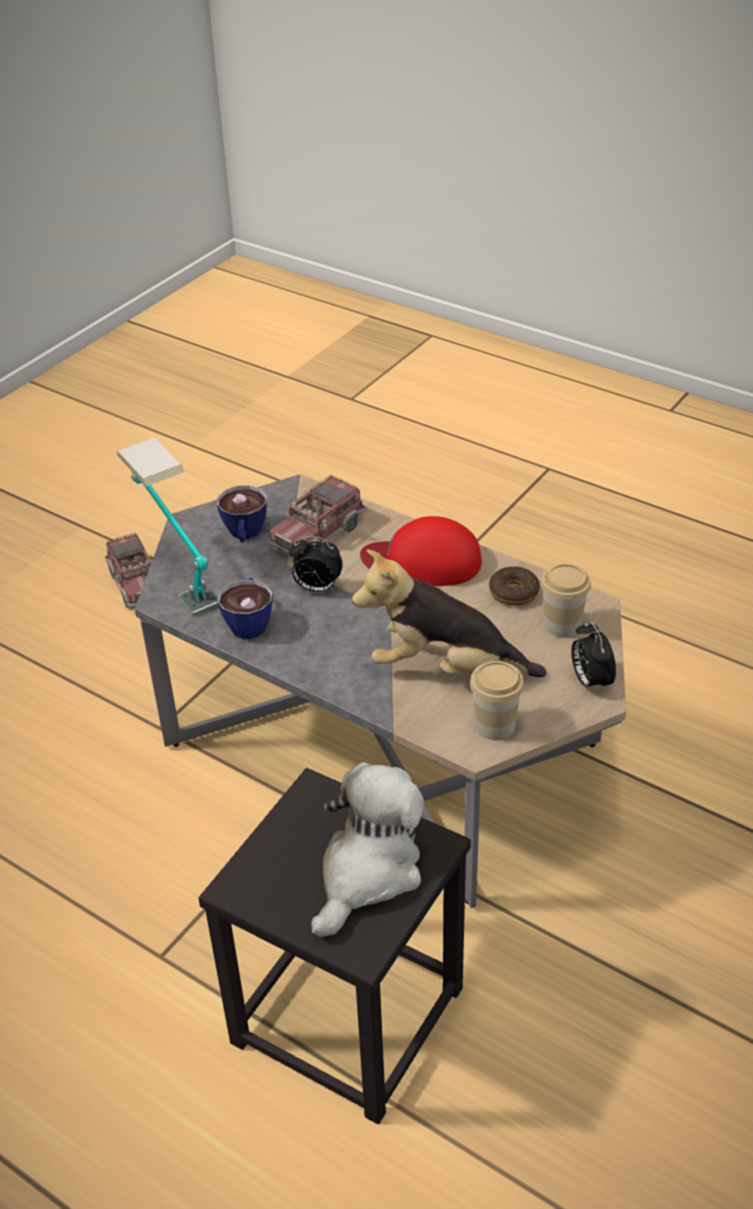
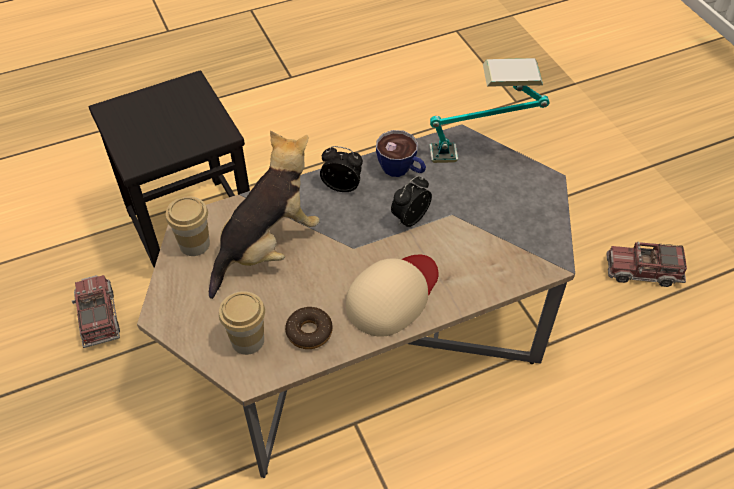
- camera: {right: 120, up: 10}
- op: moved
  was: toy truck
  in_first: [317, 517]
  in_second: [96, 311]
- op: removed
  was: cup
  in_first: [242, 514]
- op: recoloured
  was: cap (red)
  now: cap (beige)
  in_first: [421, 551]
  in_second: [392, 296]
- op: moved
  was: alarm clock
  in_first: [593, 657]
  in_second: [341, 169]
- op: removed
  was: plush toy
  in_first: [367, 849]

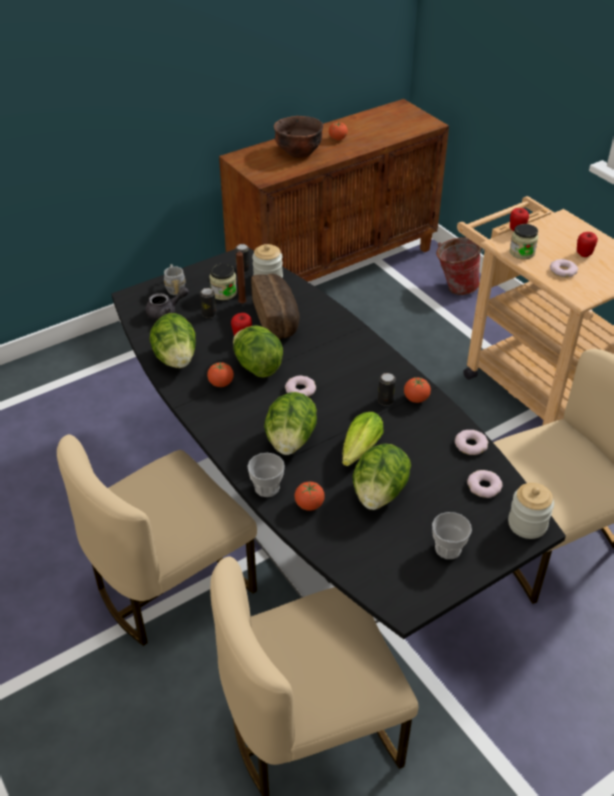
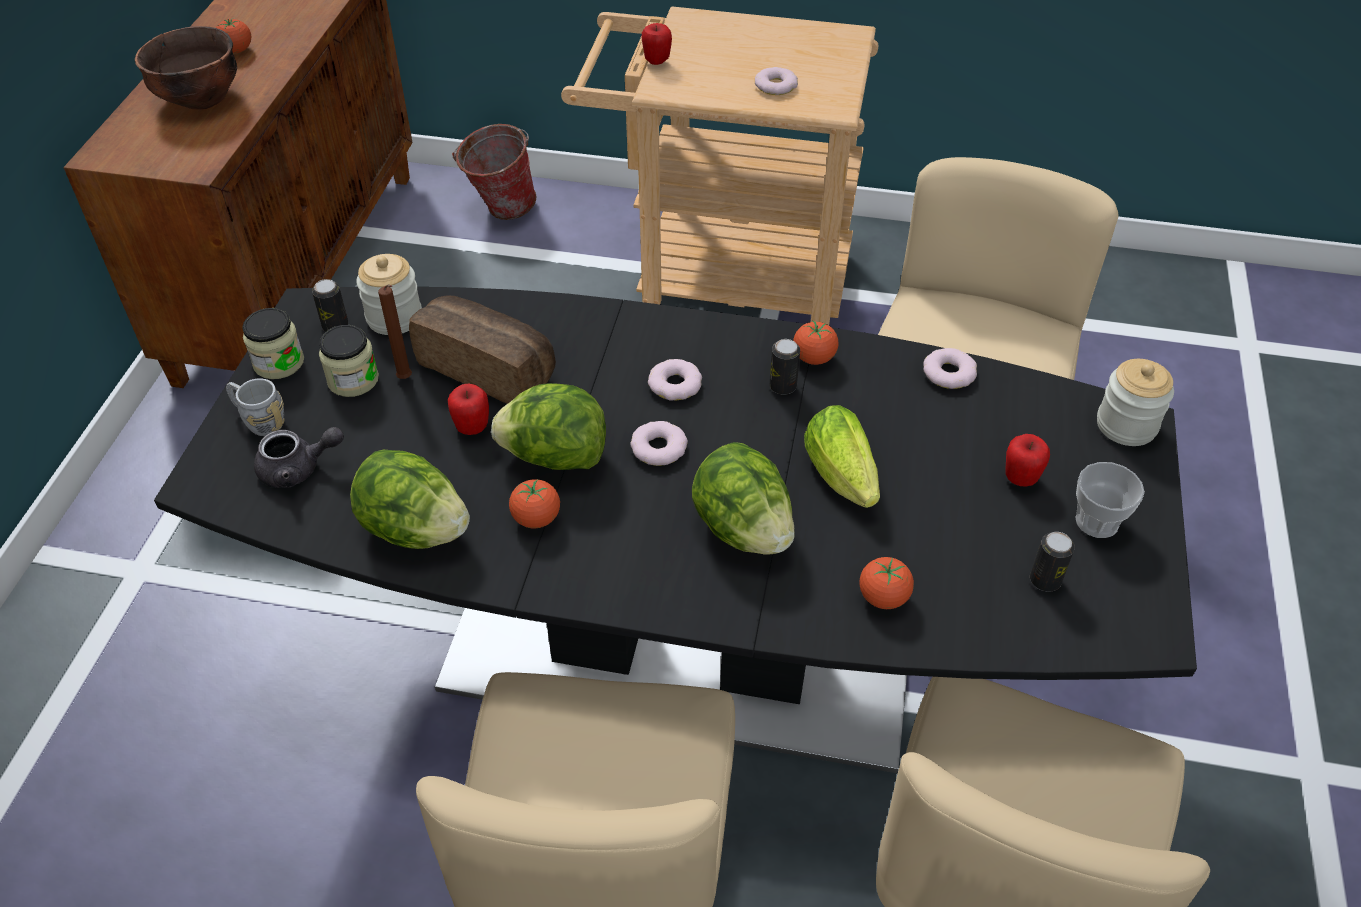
- camera: {right: -45, up: 5}
- op: moved
  was: jar
  in_first: [524, 241]
  in_second: [273, 343]
- op: moved
  was: apple
  in_first: [587, 244]
  in_second: [1027, 460]
- op: turned
  was: teapot (grey)
  in_first: [167, 303]
  in_second: [299, 457]
  clockwise: 60
- op: moved
  was: can
  in_first: [208, 303]
  in_second: [1052, 562]
- op: removed
  was: lettuce
  in_first: [382, 477]
- op: removed
  was: cup
  in_first: [266, 475]
- op: moved
  was: donut
  in_first: [485, 484]
  in_second: [675, 380]

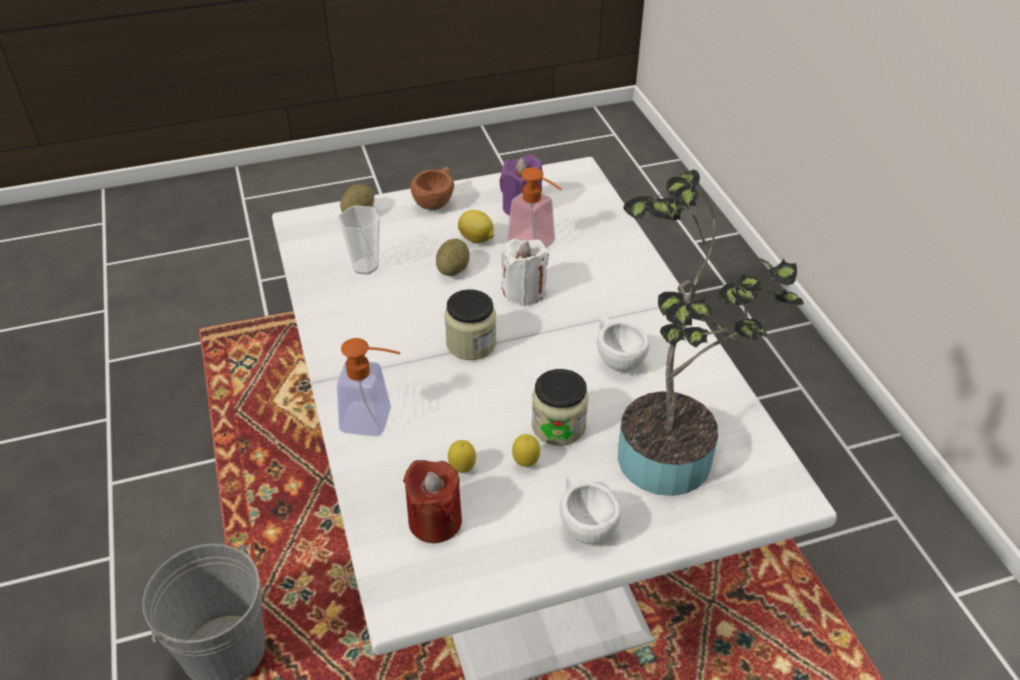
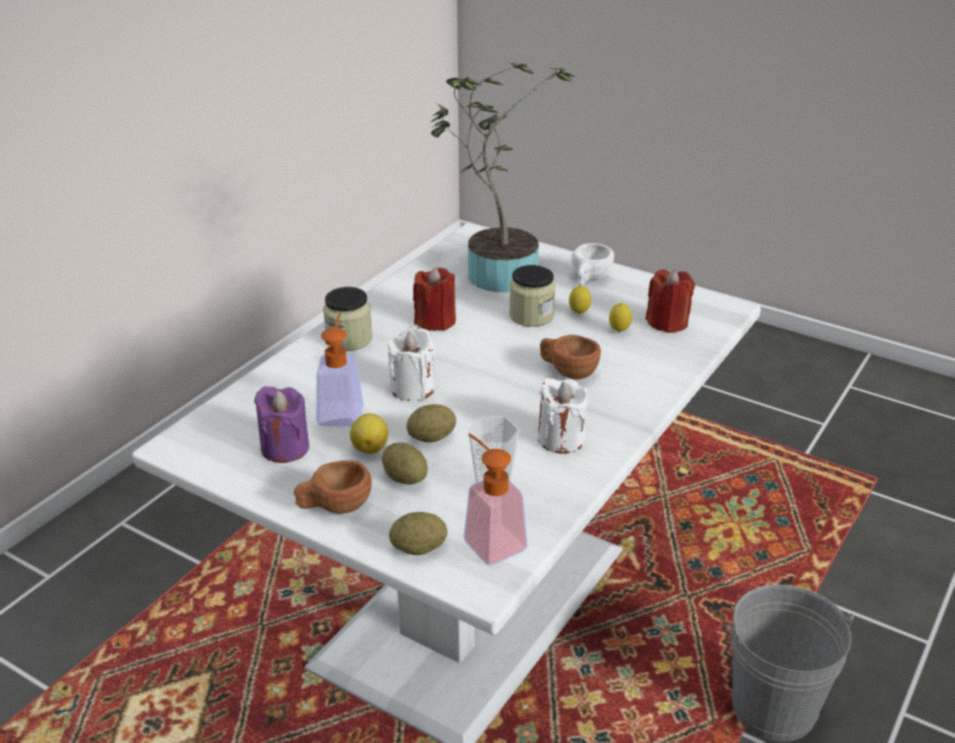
- camera: {right: -130, up: -10}
- op: moved
  was: jar
  in_first: [470, 324]
  in_second: [347, 319]
- op: replaced
  was: cup (white)
  now: candle (red)
  in_first: [623, 344]
  in_second: [434, 299]
- op: moved
  was: soap dispenser
  in_first: [369, 387]
  in_second: [495, 499]
- op: added
  now: cup (brown)
  in_second: [570, 357]
- op: added
  now: candle (white)
  in_second: [563, 416]
- op: added
  now: potato
  in_second: [405, 464]

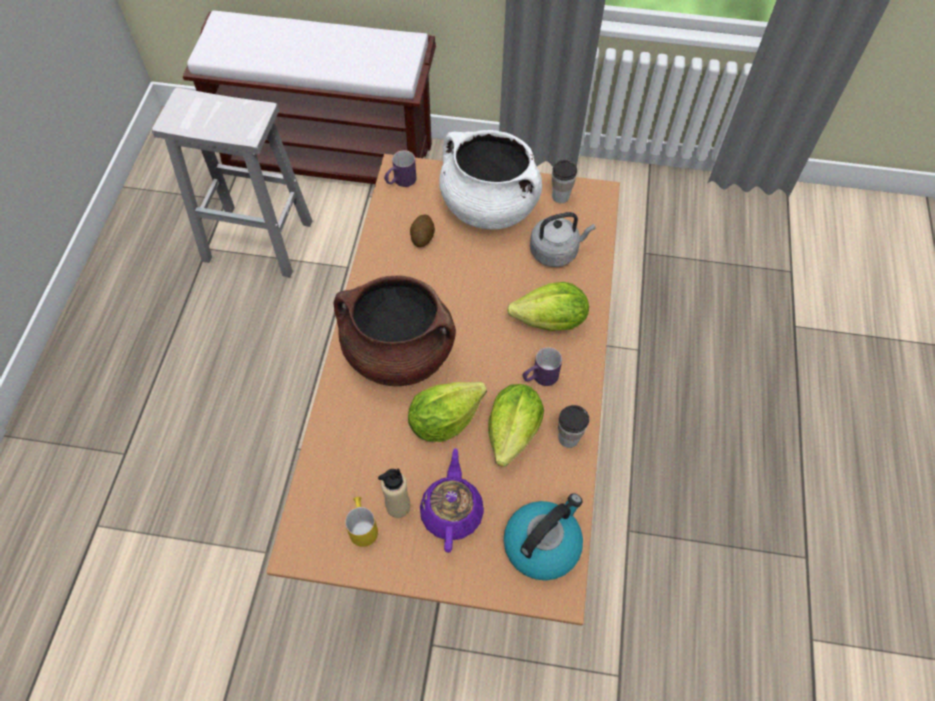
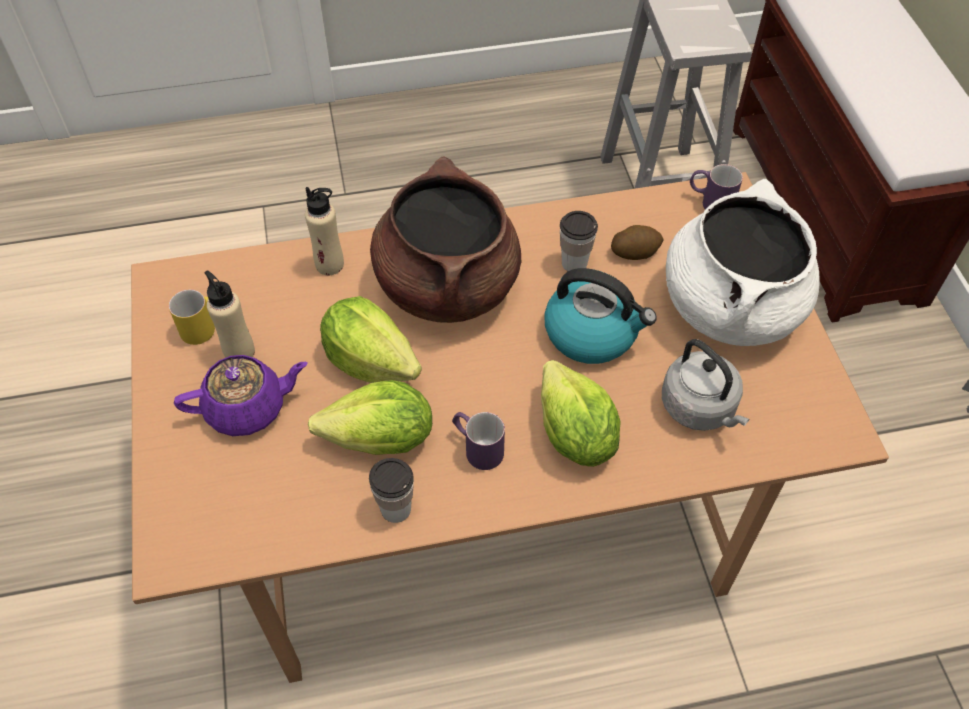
- camera: {right: 70, up: -5}
- op: moved
  was: cup
  in_first: [564, 181]
  in_second: [579, 241]
- op: moved
  was: kettle
  in_first: [543, 537]
  in_second: [600, 316]
- op: added
  now: bottle (beige)
  in_second: [324, 231]

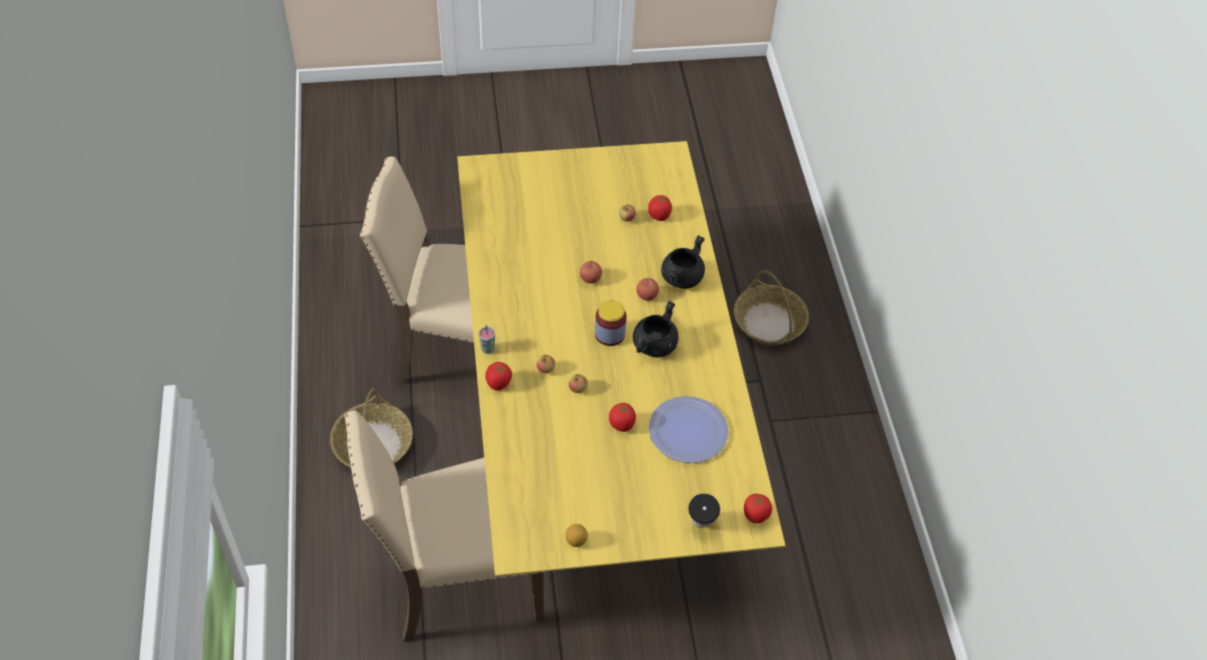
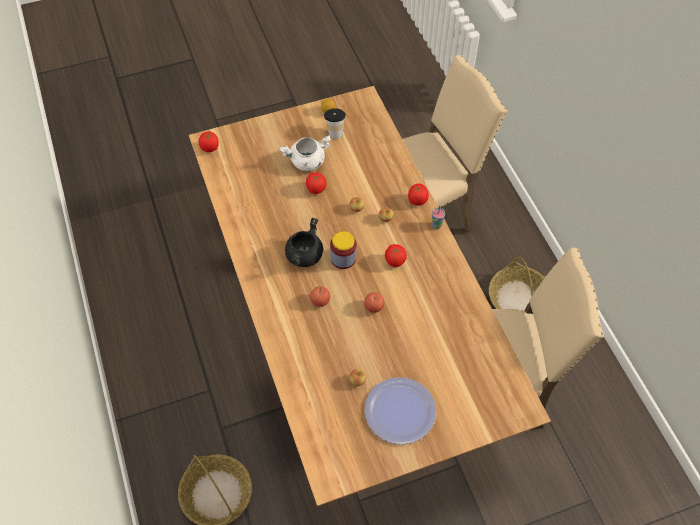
- camera: {right: 170, up: 5}
- op: recoloured
  was: dining table (yellow)
  now: dining table (brown)
  in_first: [621, 358]
  in_second: [370, 296]
- op: moved
  was: tomato
  in_first: [660, 208]
  in_second: [396, 255]
- op: removed
  was: cooking pot (black)
  in_first: [683, 262]
- op: moved
  was: plate
  in_first: [688, 429]
  in_second: [400, 411]
- op: moved
  was: cup
  in_first: [704, 511]
  in_second: [335, 123]
- op: added
  now: cooking pot (white)
  in_second: [305, 153]

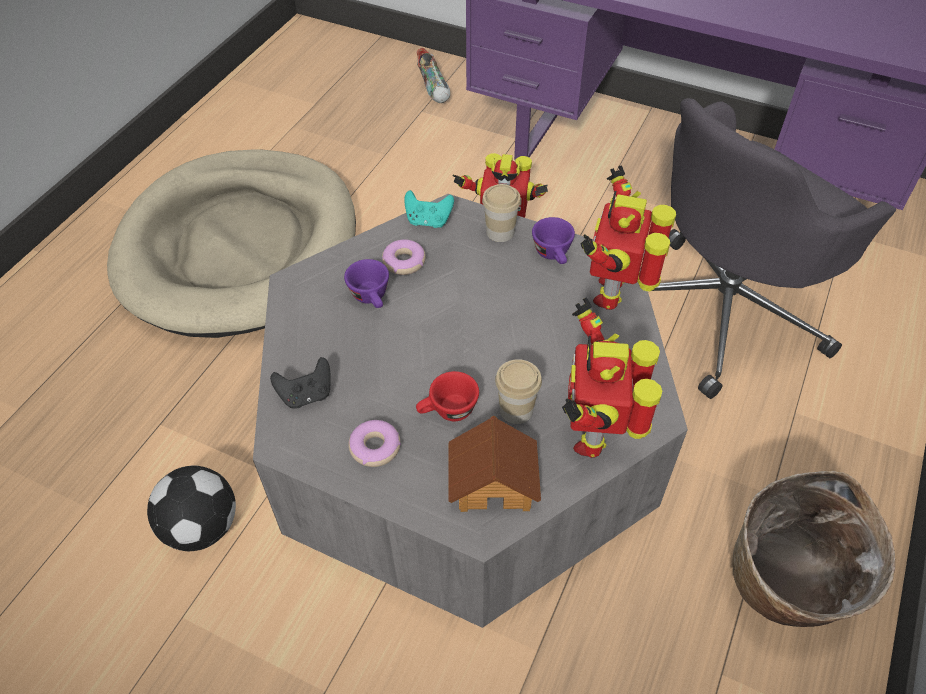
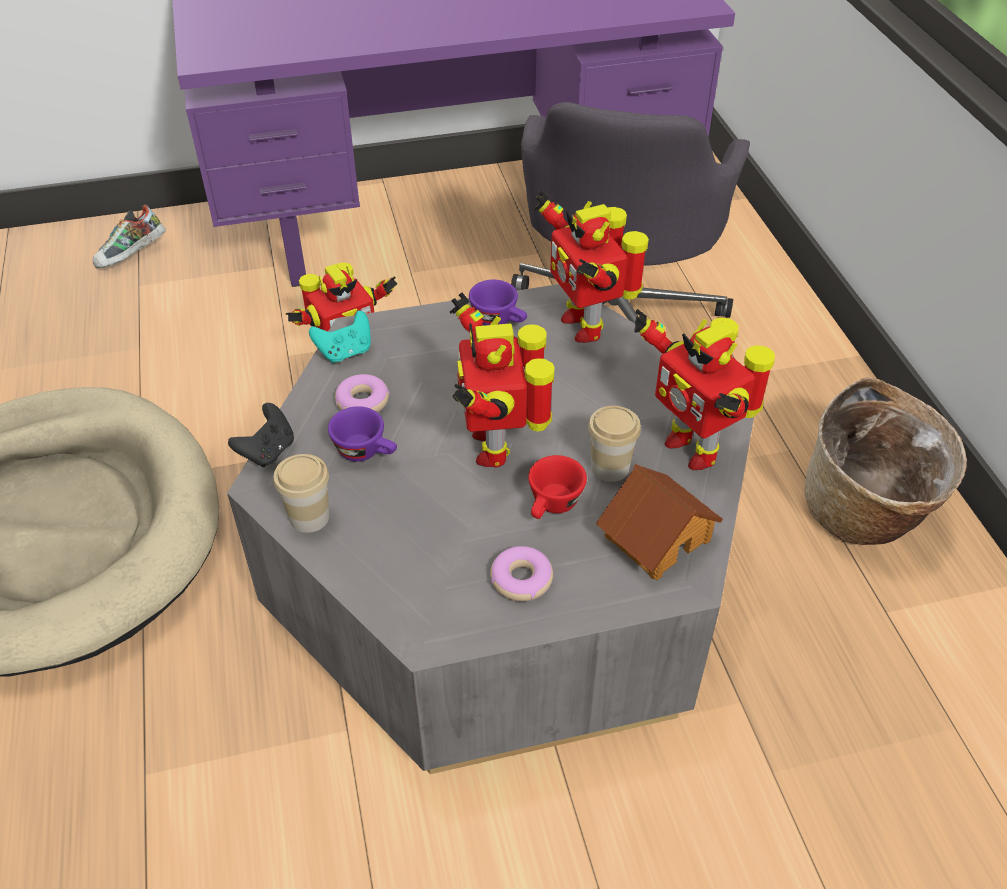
- camera: {right: -40, up: -5}
- op: turned
  was: shoe
  in_first: [433, 75]
  in_second: [129, 236]
  clockwise: 105
- op: moved
  was: cup
  in_first: [501, 213]
  in_second: [301, 493]
- op: moved
  was: game controller (black)
  in_first: [300, 383]
  in_second: [261, 435]
- op: removed
  was: football
  in_first: [191, 508]
- op: added
  now: toy robot
  in_second: [502, 380]

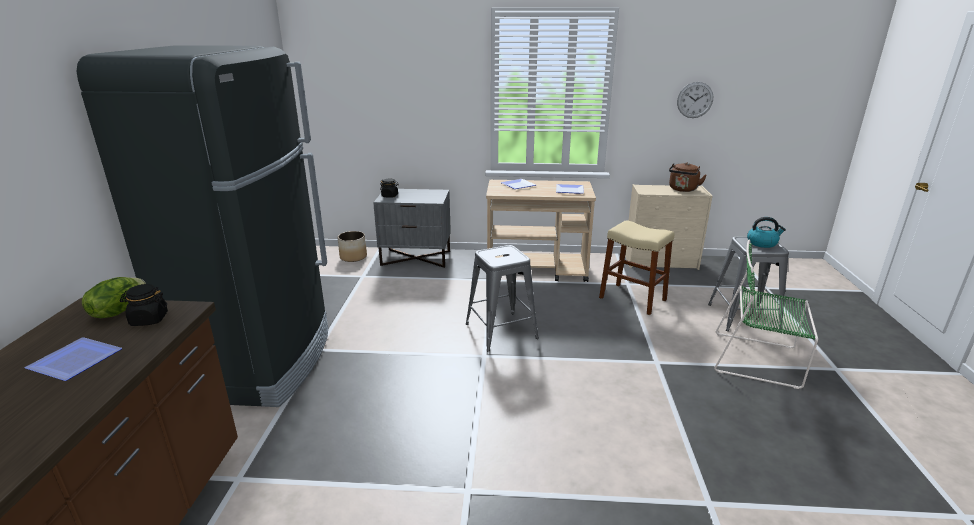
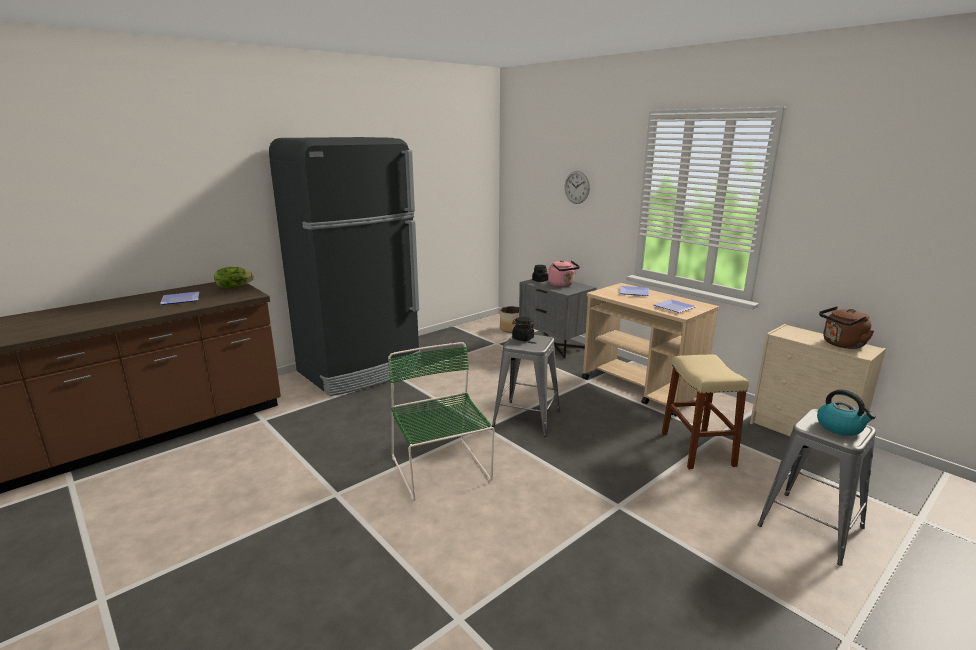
- camera: {right: 45, up: -5}
- op: moved
  was: wall clock
  in_first: [695, 100]
  in_second: [577, 187]
- op: moved
  was: chair (green)
  in_first: [766, 314]
  in_second: [441, 421]
- op: moved
  was: jar (black)
  in_first: [144, 305]
  in_second: [523, 329]
- op: added
  now: kettle (pink)
  in_second: [564, 273]

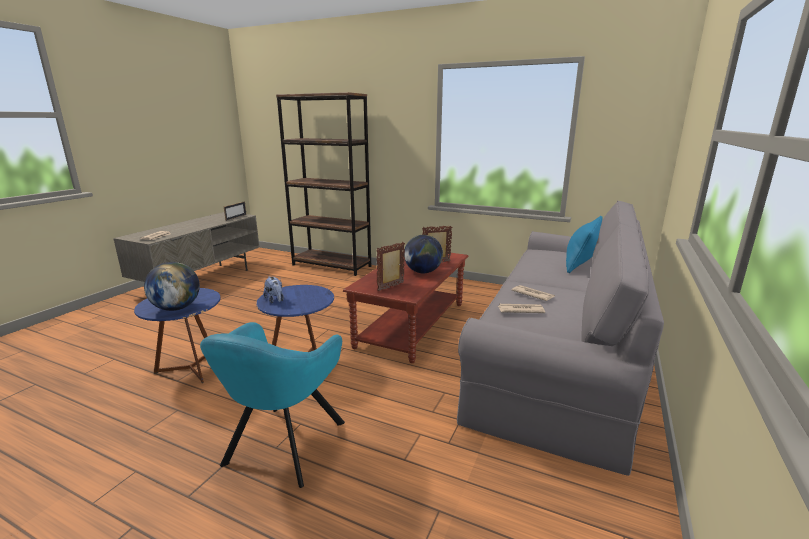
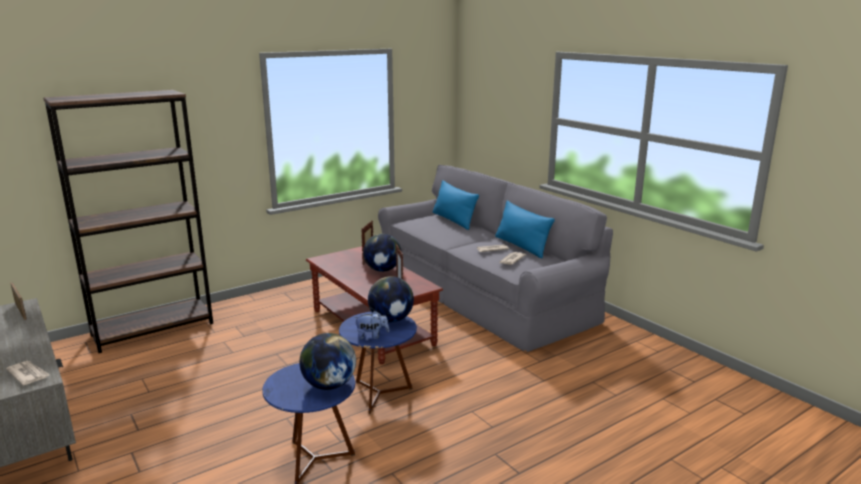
- camera: {right: -60, up: 0}
- op: removed
  was: armchair (turquoise)
  in_first: [272, 405]
- op: added
  now: pillow (blue)
  in_second: [525, 229]
- op: added
  now: globe
  in_second: [391, 299]

